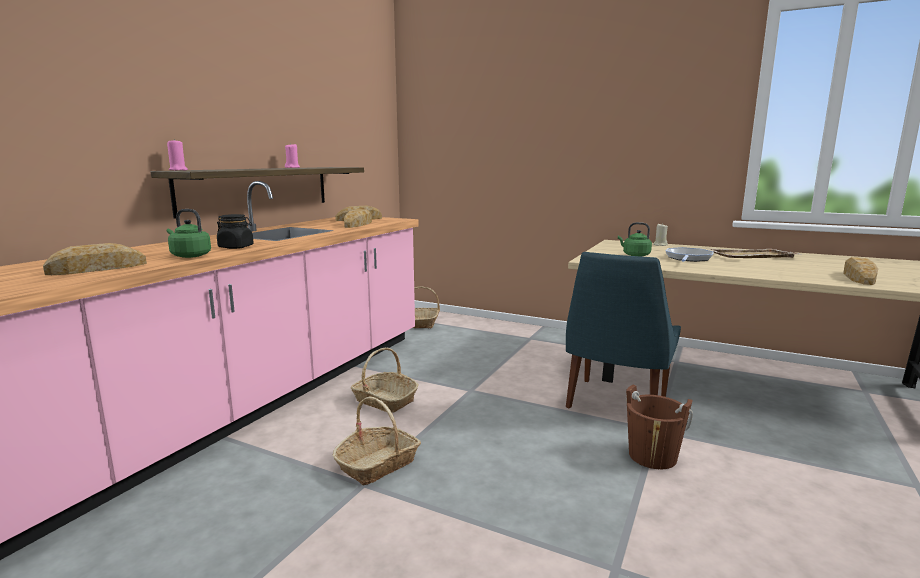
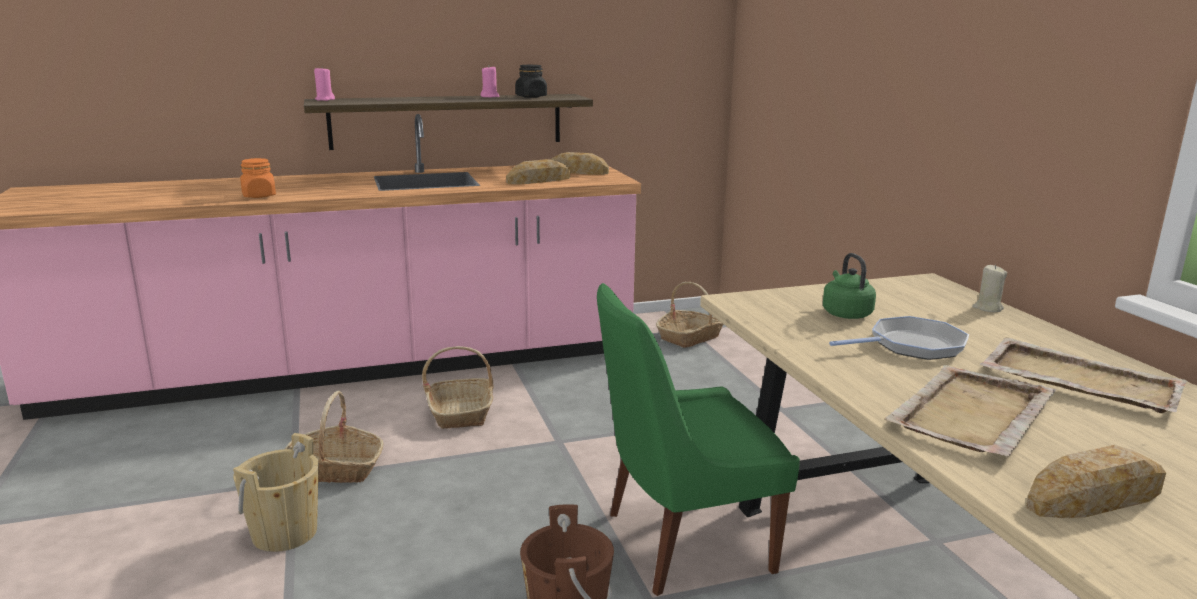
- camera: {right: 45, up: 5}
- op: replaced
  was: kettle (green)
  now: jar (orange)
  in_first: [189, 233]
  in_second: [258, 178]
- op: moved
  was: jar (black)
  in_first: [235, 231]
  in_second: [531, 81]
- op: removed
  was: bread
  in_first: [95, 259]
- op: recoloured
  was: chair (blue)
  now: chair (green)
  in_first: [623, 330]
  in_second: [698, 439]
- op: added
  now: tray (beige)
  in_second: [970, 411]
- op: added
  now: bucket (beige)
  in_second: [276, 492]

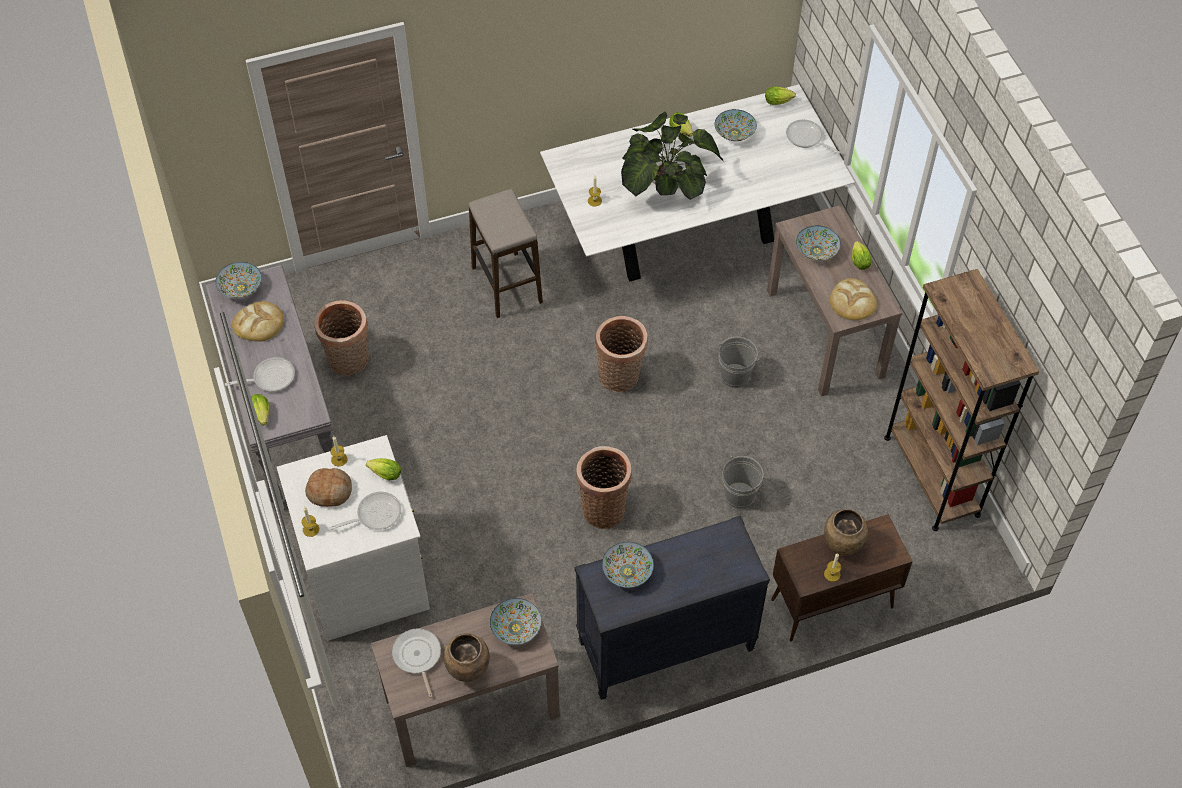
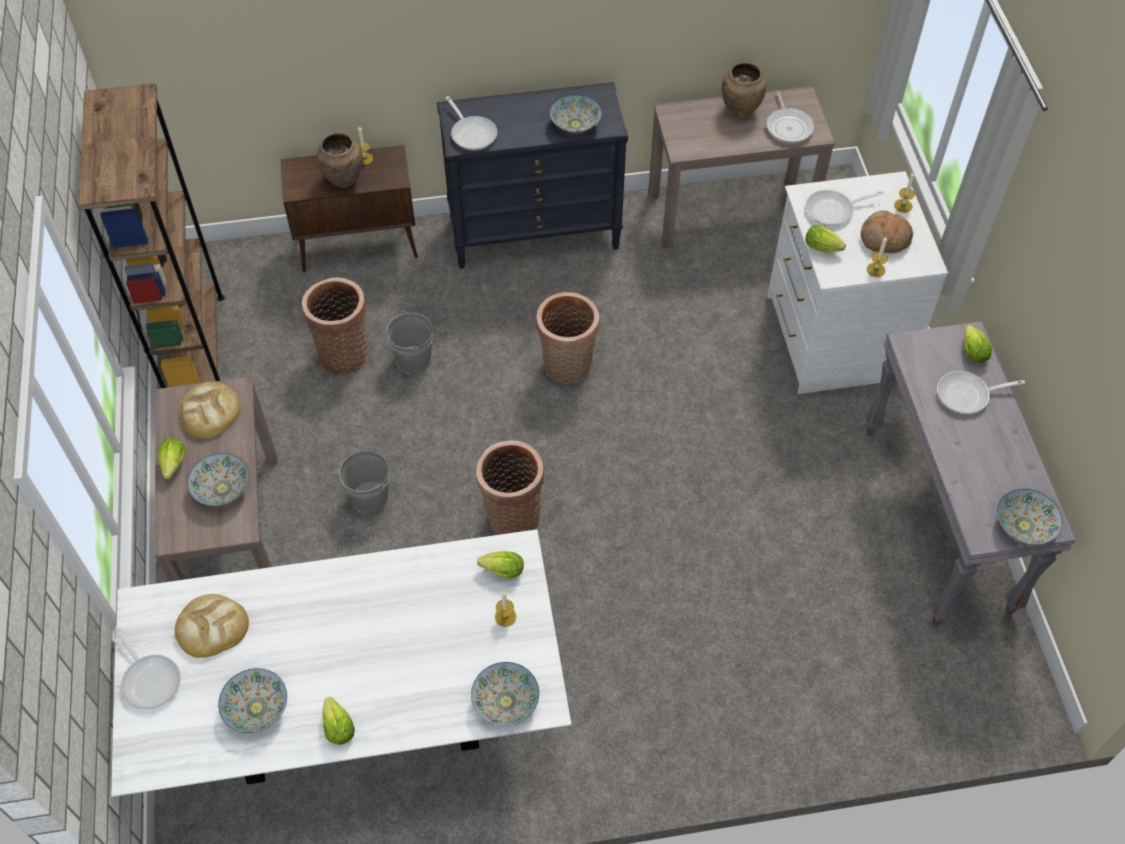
- camera: {right: -170, up: 0}
- op: moved
  was: lettuce
  in_first: [780, 96]
  in_second: [500, 564]
- op: removed
  was: potted plant
  in_first: [672, 155]
- op: removed
  was: stool
  in_first: [506, 253]
- op: moved
  was: basket
  in_first: [341, 338]
  in_second: [334, 326]
- op: moved
  was: bread
  in_first: [258, 321]
  in_second: [212, 626]
- op: moved
  was: bowl
  in_first: [515, 621]
  in_second: [505, 694]
- op: added
  now: frying pan
  in_second: [471, 123]

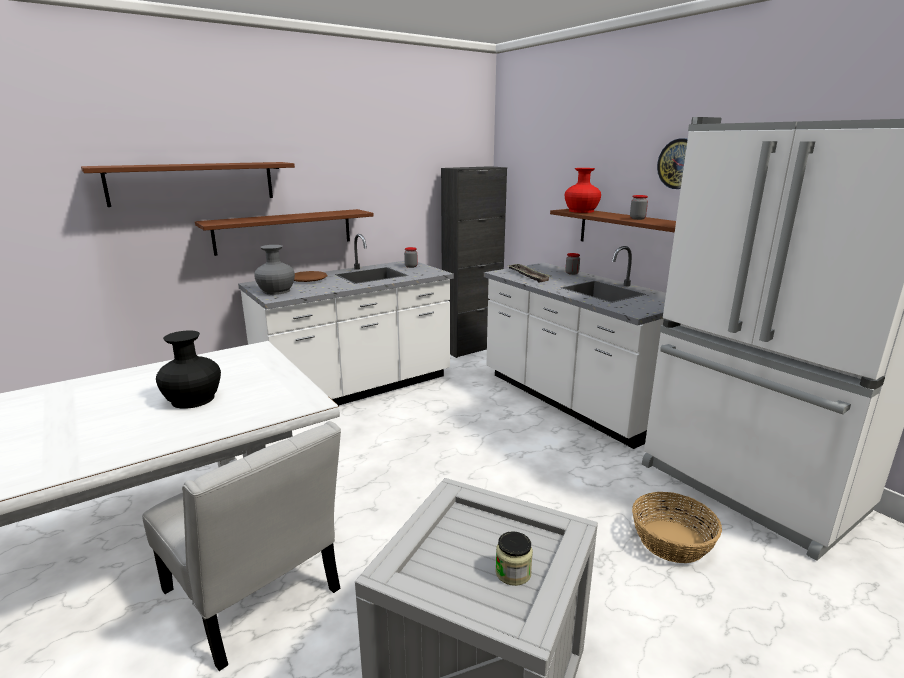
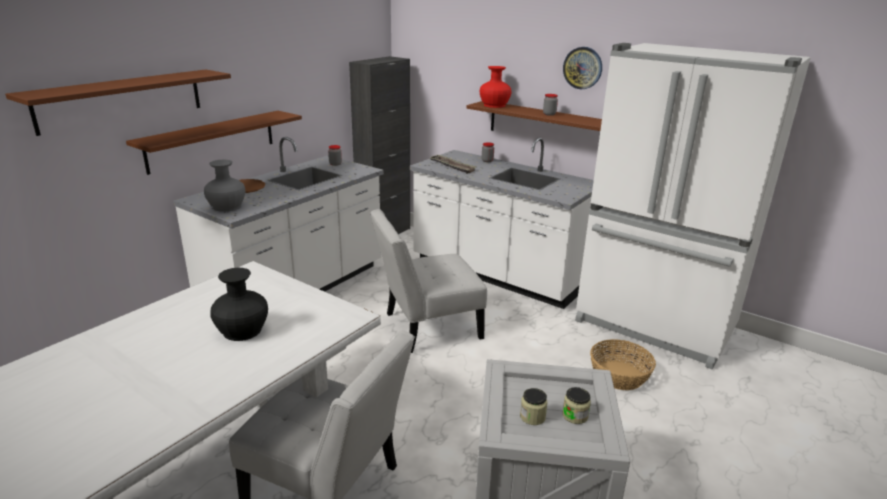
- camera: {right: -20, up: 5}
- op: added
  now: chair (white)
  in_second: [428, 281]
- op: added
  now: jar
  in_second: [534, 406]

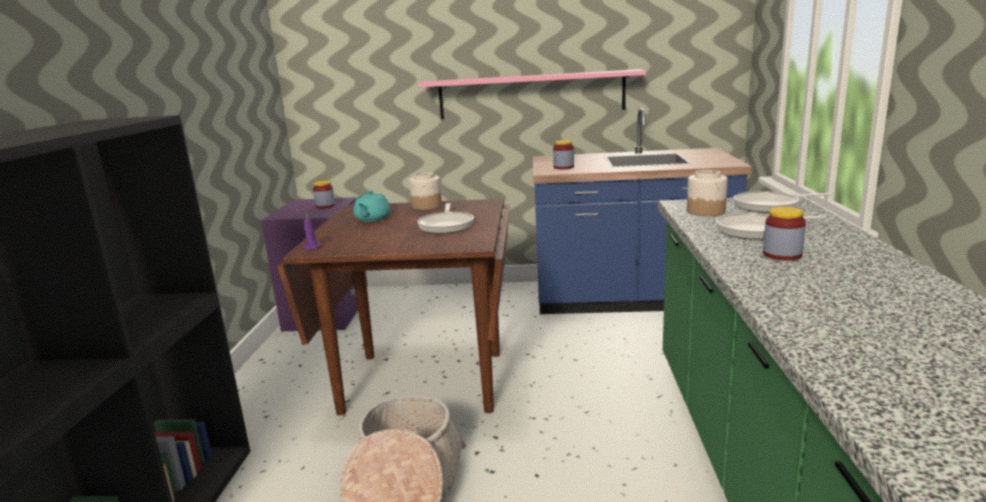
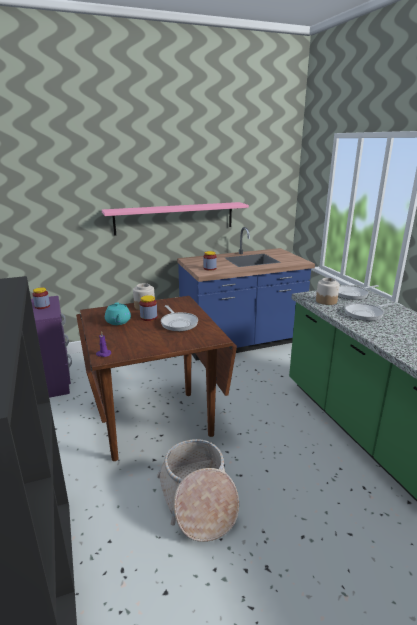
- camera: {right: -25, up: 5}
- op: moved
  was: jar
  in_first: [784, 234]
  in_second: [148, 308]

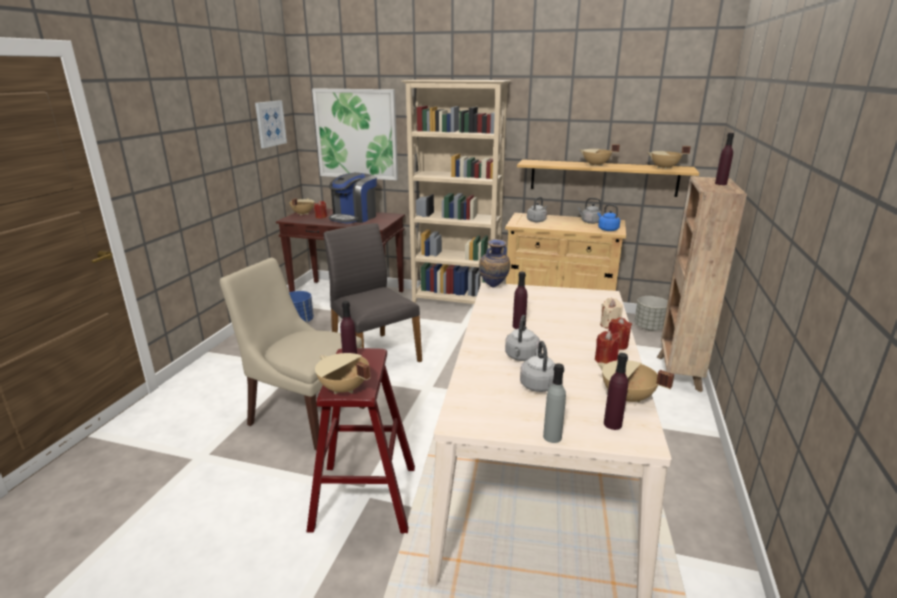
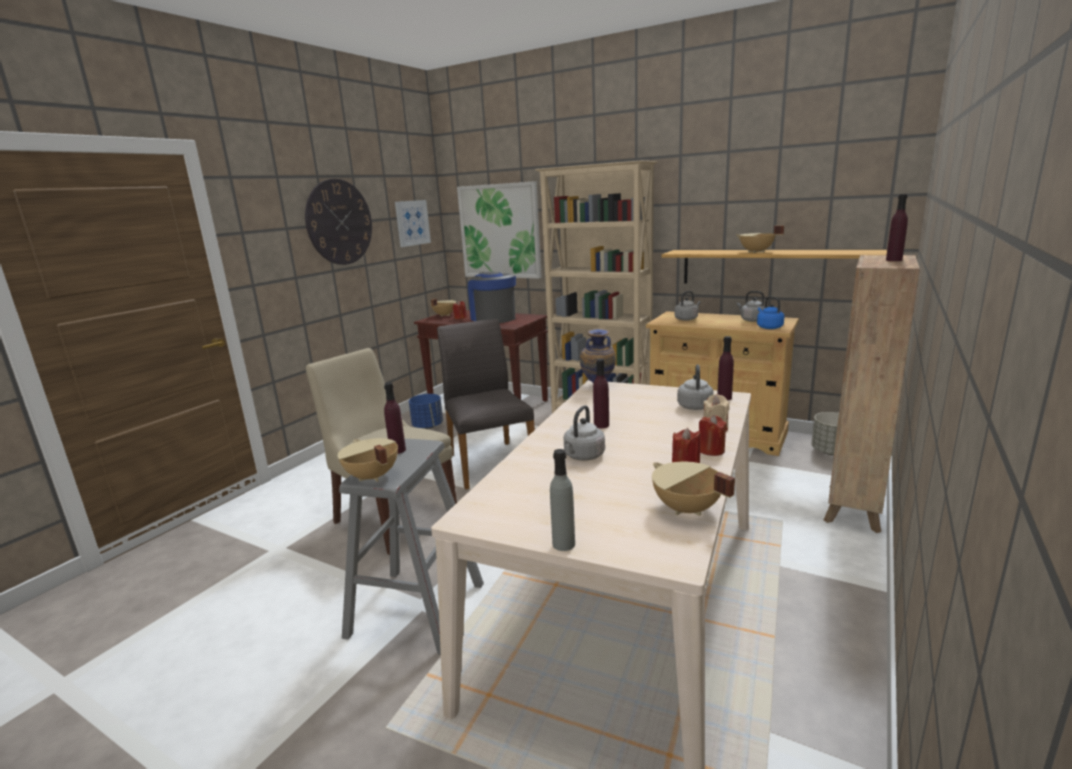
- camera: {right: 15, up: -5}
- op: removed
  was: cooking pot (beige)
  in_first: [669, 157]
- op: turned
  was: coffee machine
  in_first: [353, 198]
  in_second: [492, 297]
  clockwise: 105
- op: moved
  was: kettle (grey)
  in_first: [537, 366]
  in_second: [695, 387]
- op: recoloured
  was: stool (red)
  now: stool (grey)
  in_first: [361, 441]
  in_second: [411, 547]
- op: moved
  was: bottle (purple)
  in_first: [616, 391]
  in_second: [725, 368]
- op: added
  now: wall clock
  in_second: [338, 222]

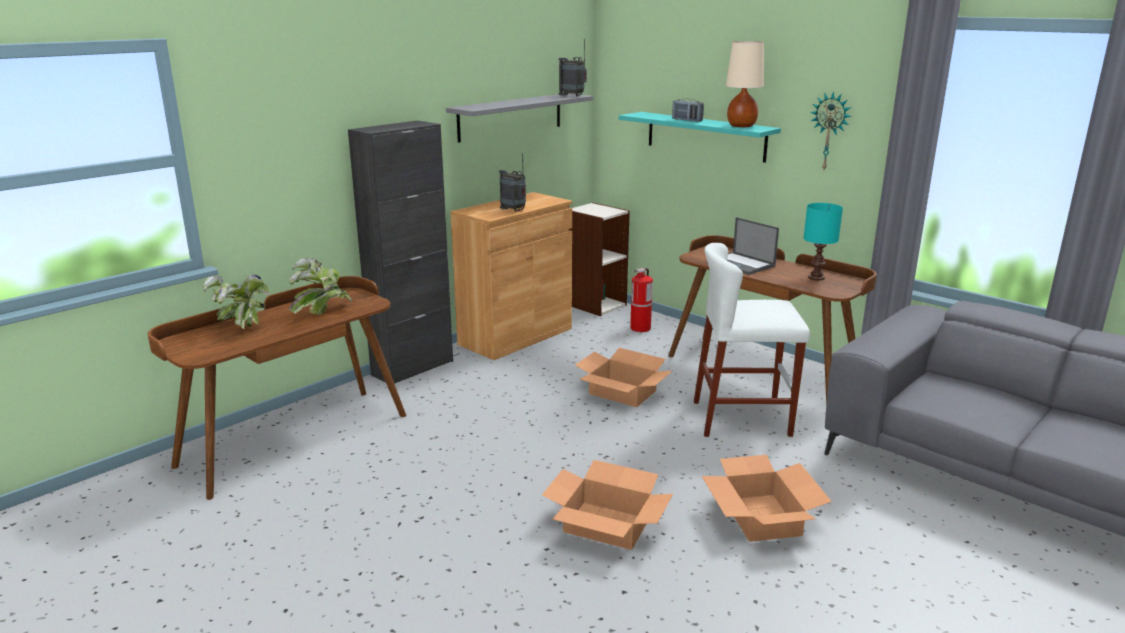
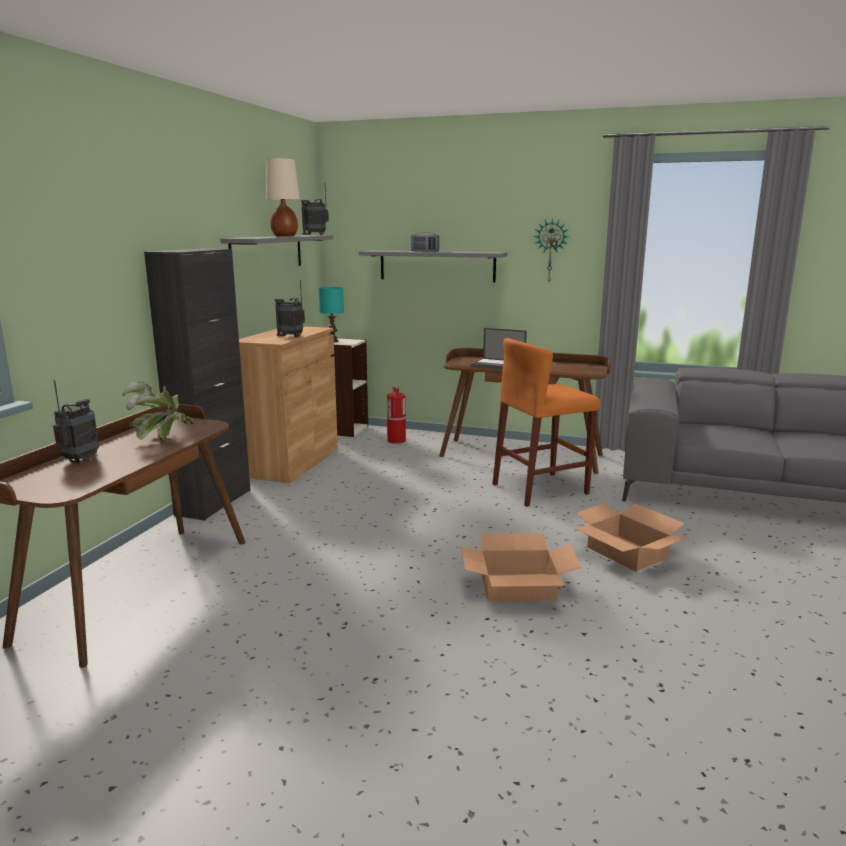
- camera: {right: -25, up: -5}
- op: moved
  was: table lamp (beige)
  in_first: [745, 84]
  in_second: [283, 197]
- op: recoloured
  was: shelf (turquoise)
  now: shelf (grey)
  in_first: [700, 137]
  in_second: [433, 266]
- op: moved
  was: table lamp (turquoise)
  in_first: [823, 242]
  in_second: [331, 314]
- op: recoloured
  was: stool (white)
  now: stool (orange)
  in_first: [752, 340]
  in_second: [546, 422]
- op: replaced
  was: potted plant
  now: radio
  in_first: [236, 302]
  in_second: [76, 421]
- op: removed
  was: cardboard box
  in_first: [623, 377]

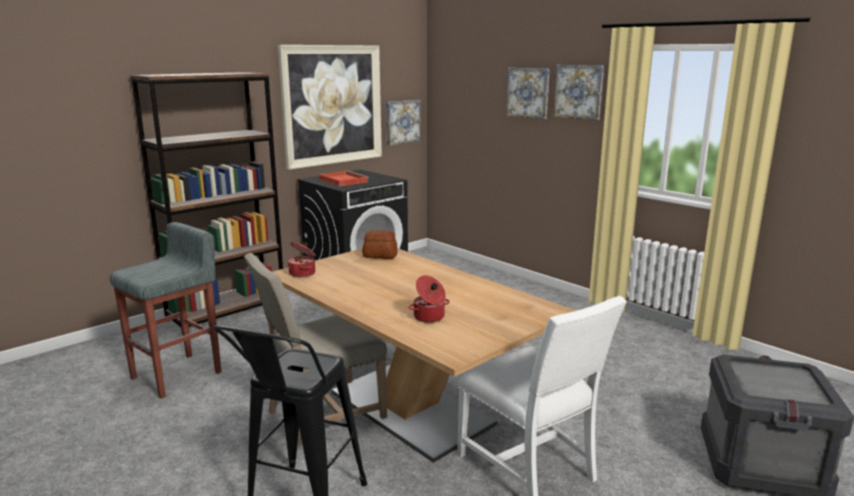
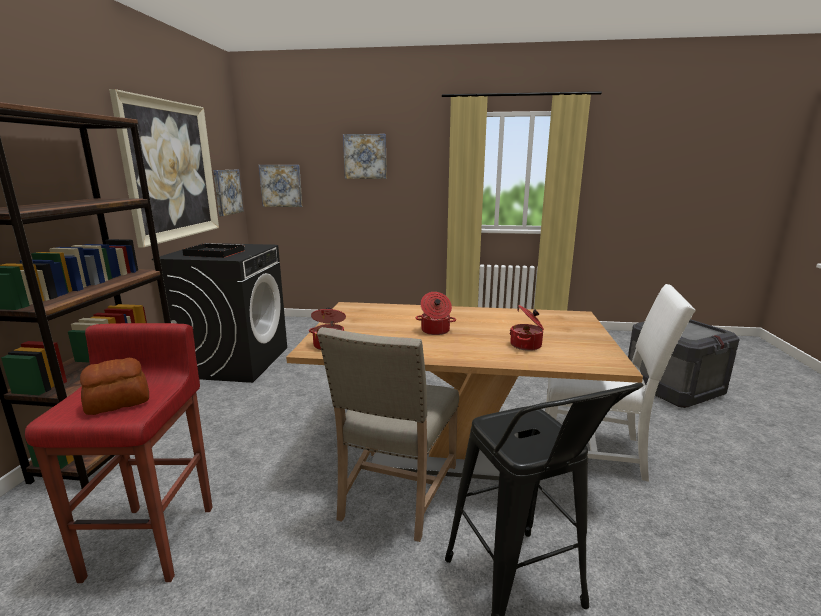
- camera: {right: -40, up: 0}
- op: moved
  was: picture
  in_first: [579, 92]
  in_second: [280, 186]
- op: recoloured
  was: tray (red)
  now: tray (black)
  in_first: [344, 178]
  in_second: [213, 250]
- op: recoloured
  was: stool (grey)
  now: stool (red)
  in_first: [165, 310]
  in_second: [119, 453]
- op: moved
  was: bread
  in_first: [380, 244]
  in_second: [114, 386]
- op: added
  now: cooking pot
  in_second: [436, 313]

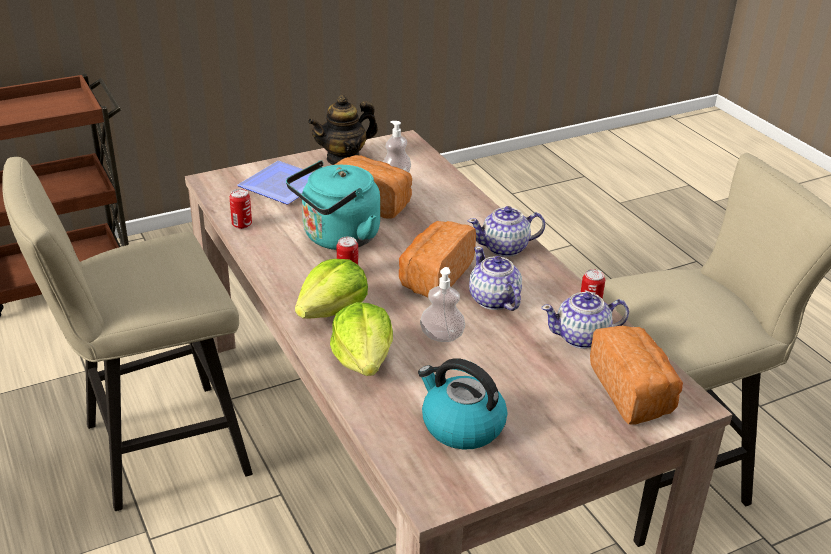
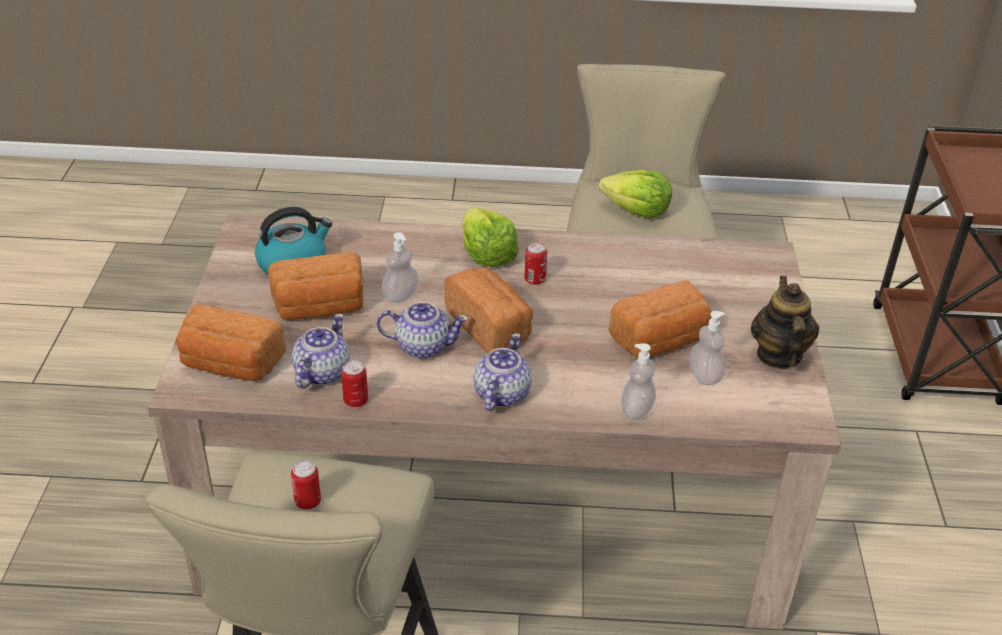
- camera: {right: 120, up: 5}
- op: removed
  was: plate
  in_first: [275, 182]
- op: removed
  was: kettle (turquoise)
  in_first: [333, 205]
- op: moved
  was: can
  in_first: [241, 209]
  in_second: [306, 485]
- op: moved
  was: lettuce
  in_first: [361, 339]
  in_second: [635, 194]
- op: added
  now: bread
  in_second: [316, 286]
- op: added
  now: soap dispenser
  in_second: [638, 381]

